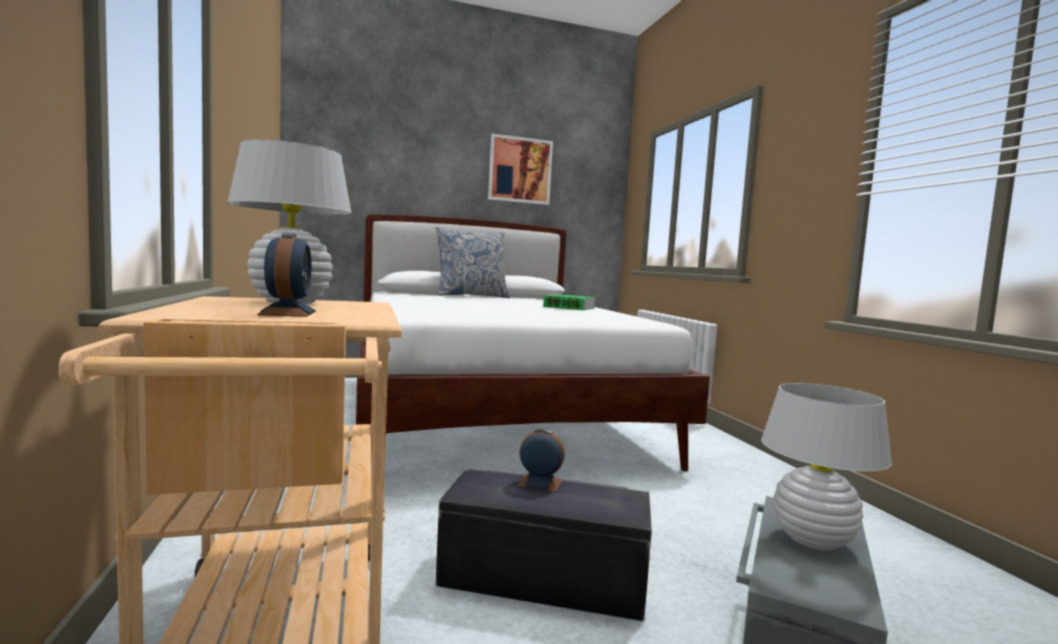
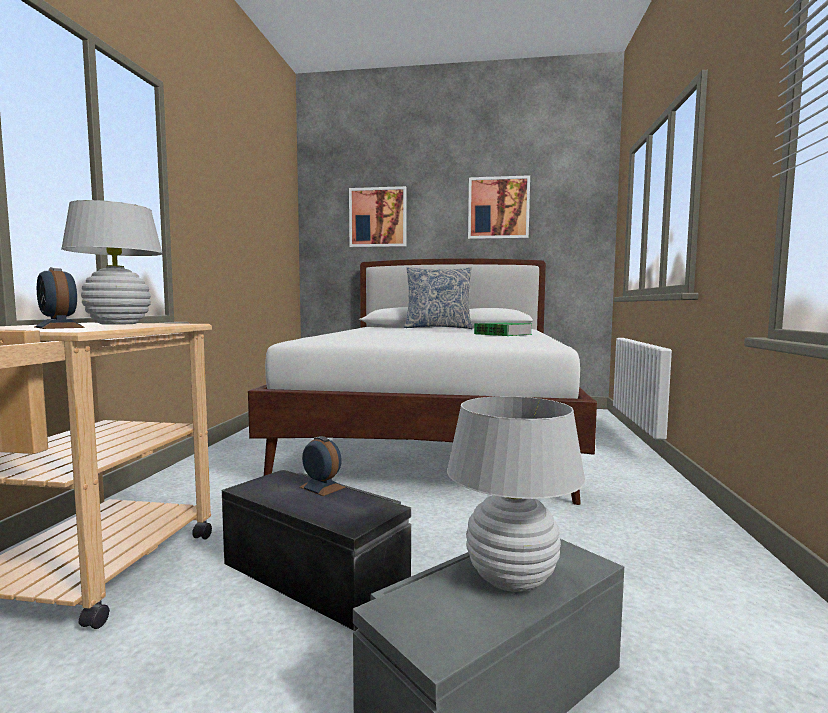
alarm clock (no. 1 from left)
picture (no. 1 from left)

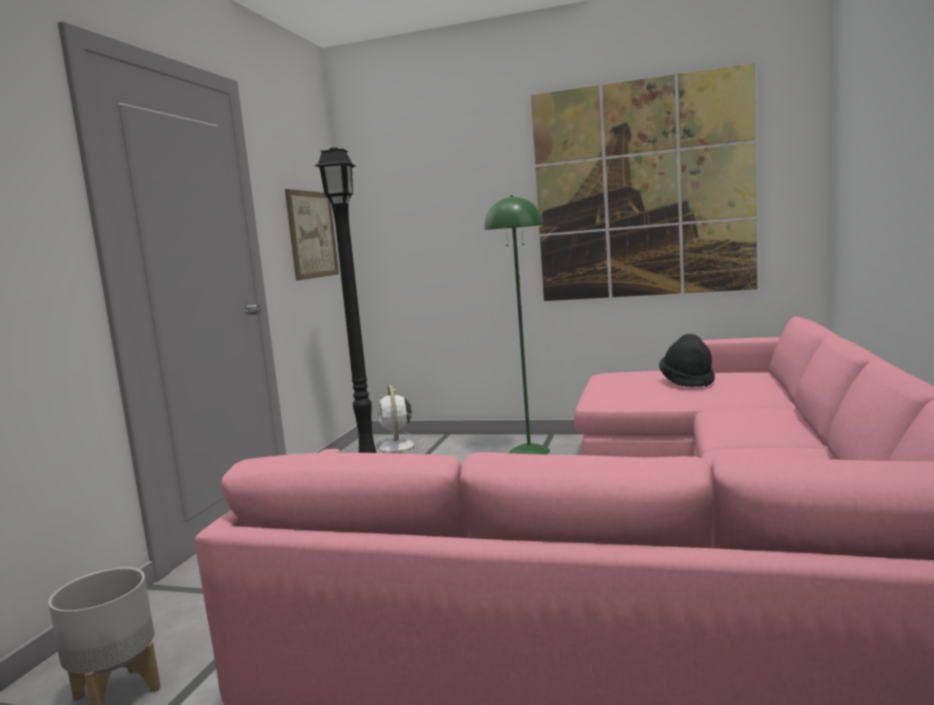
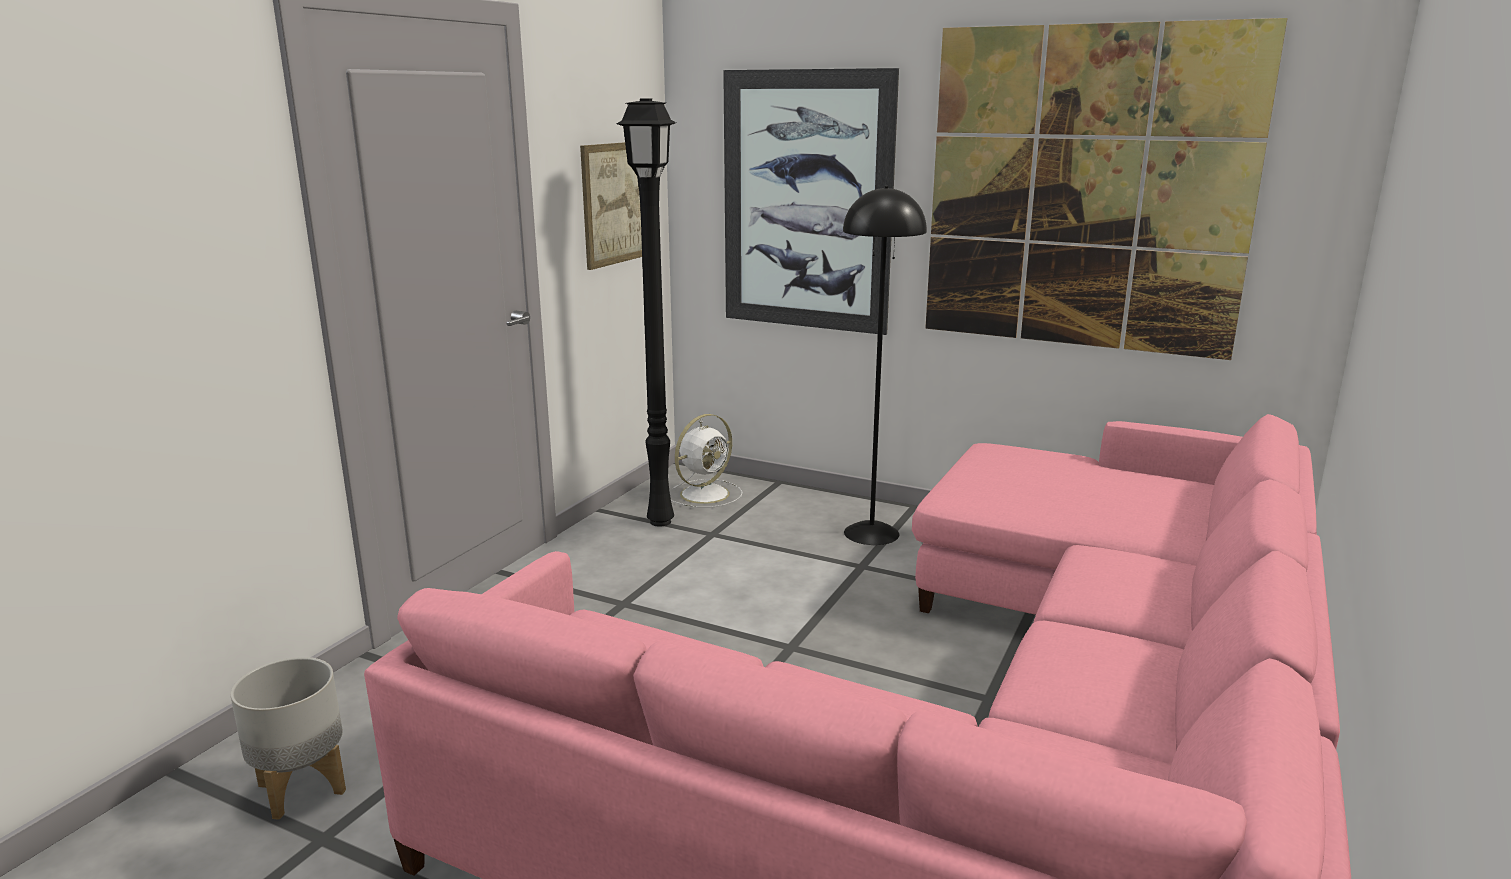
white fan
picture (no. 2 from left)
black floor lamp (no. 2 from left)
black hat

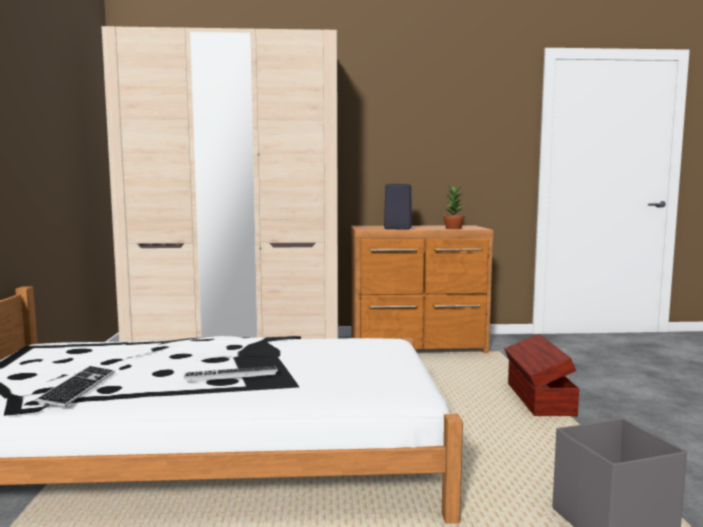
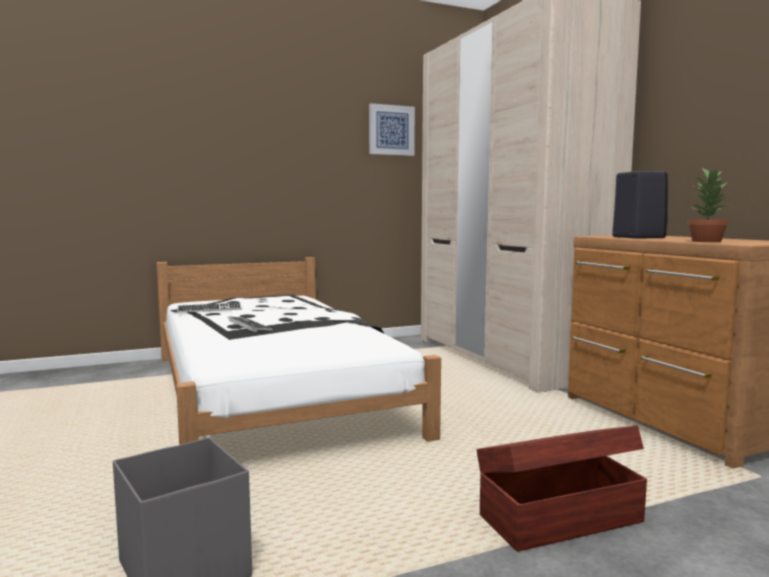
picture

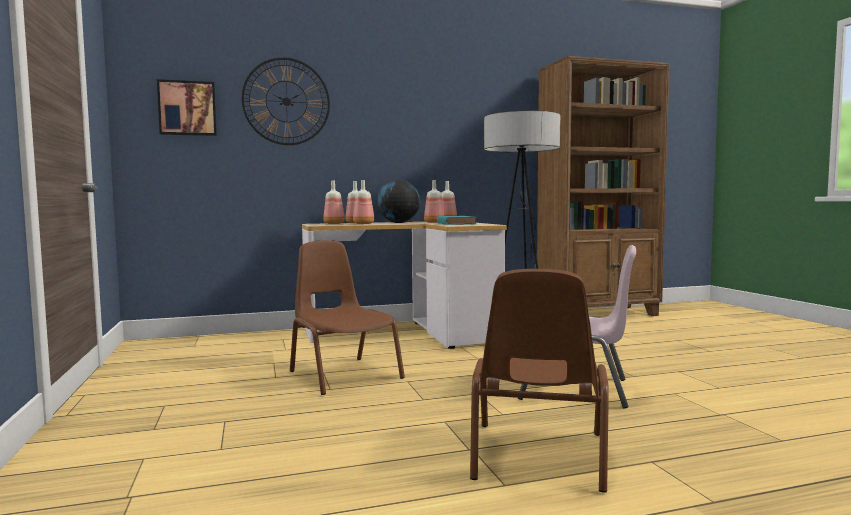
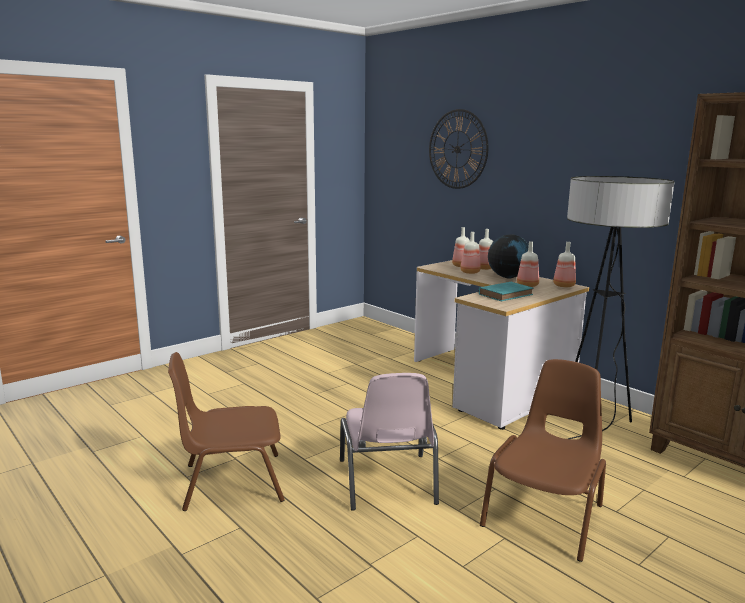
brown chair (no. 2 from left)
picture

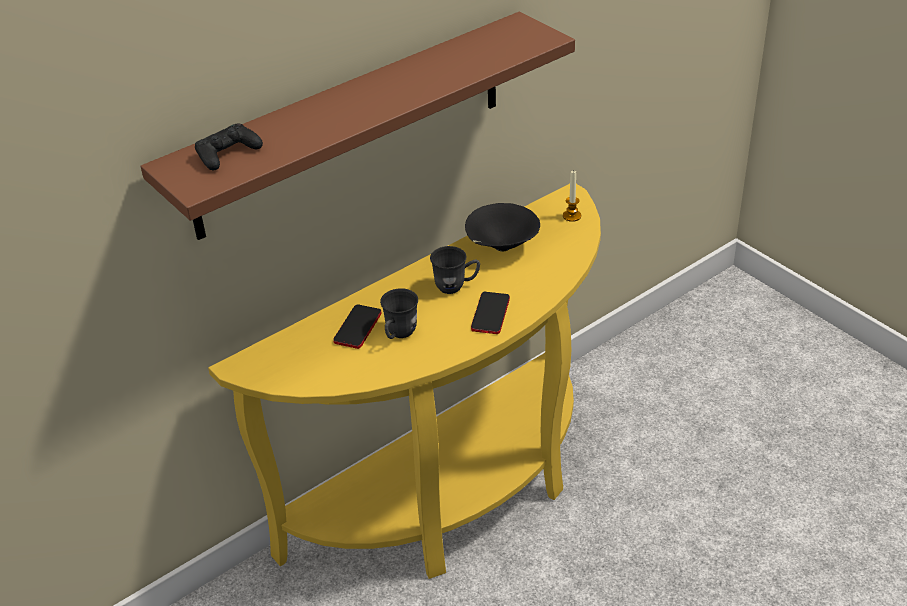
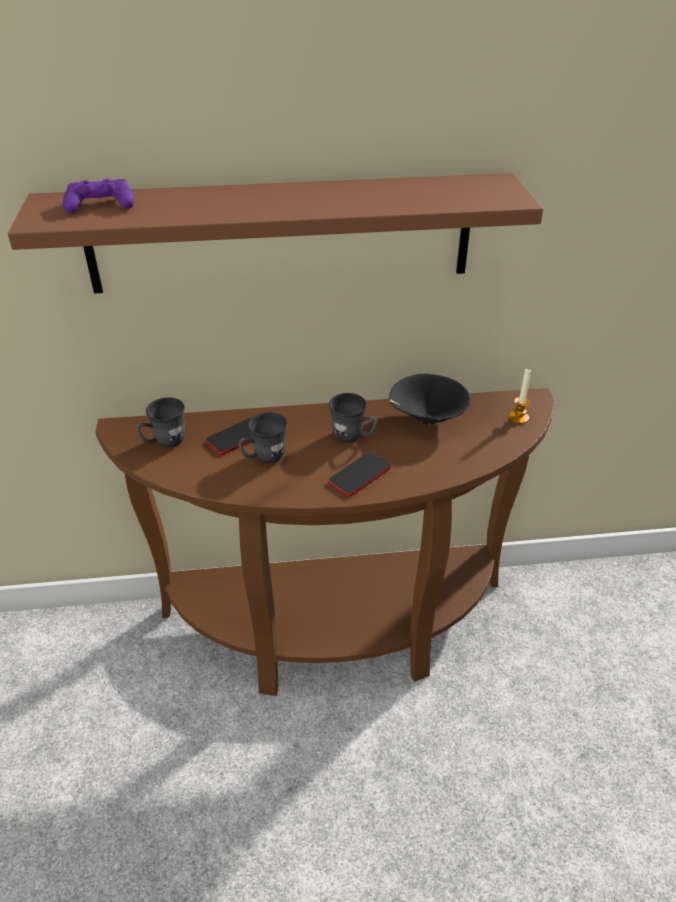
purple game controller
brown console table
grey mug (no. 1 from left)

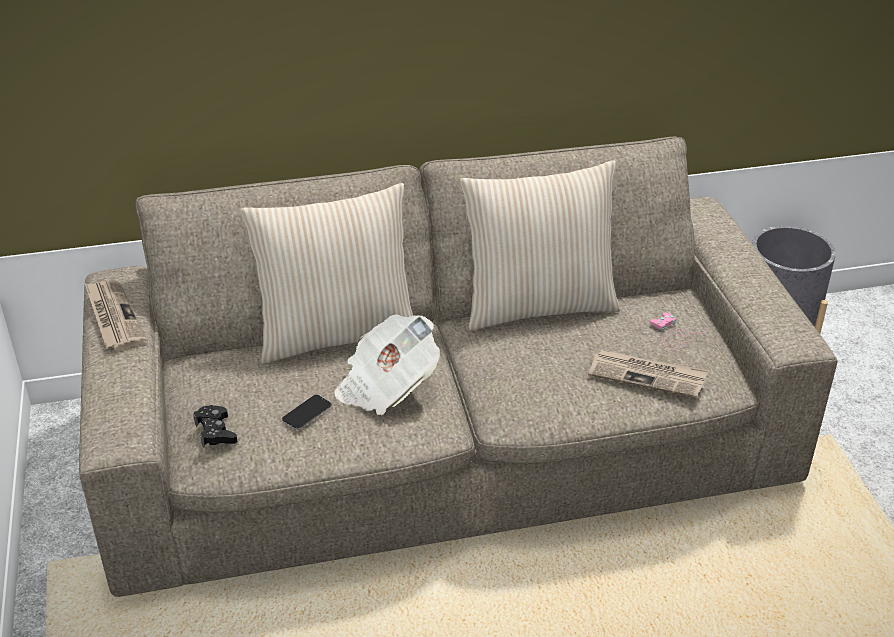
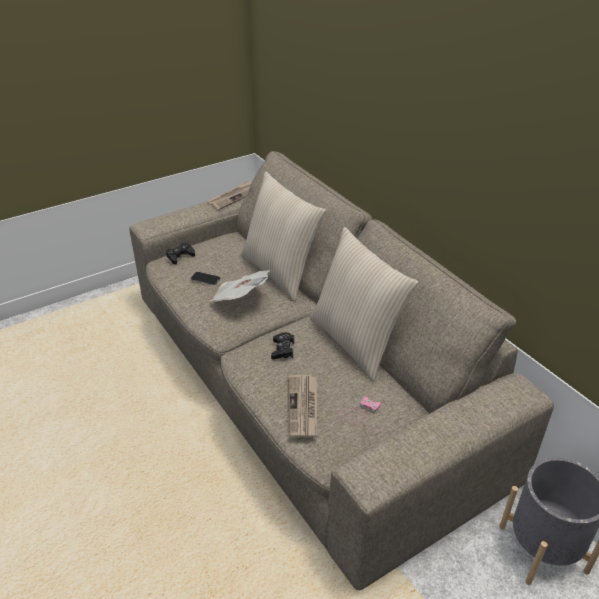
black game controller (no. 2 from left)

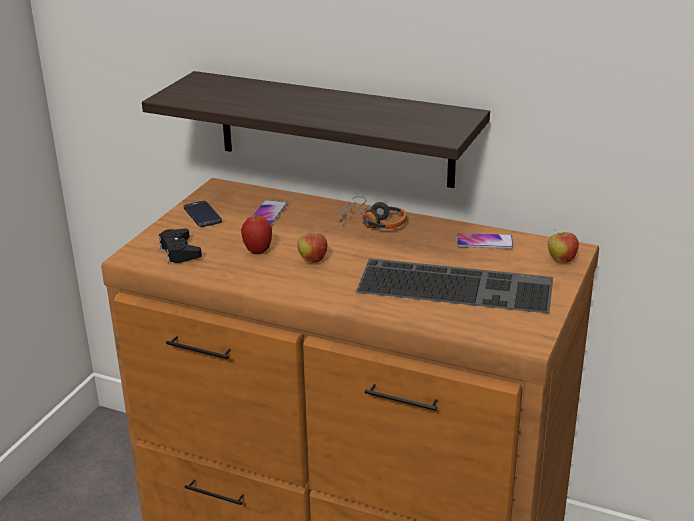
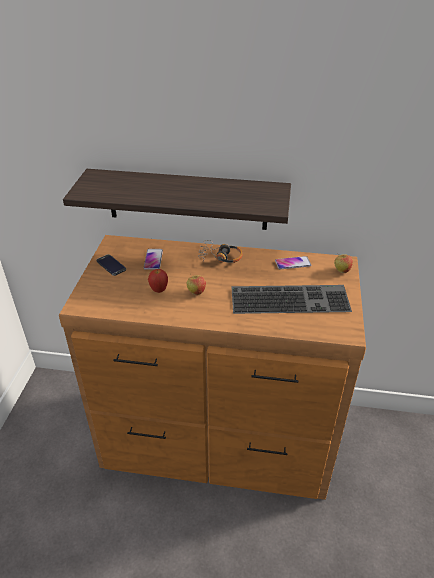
black game controller

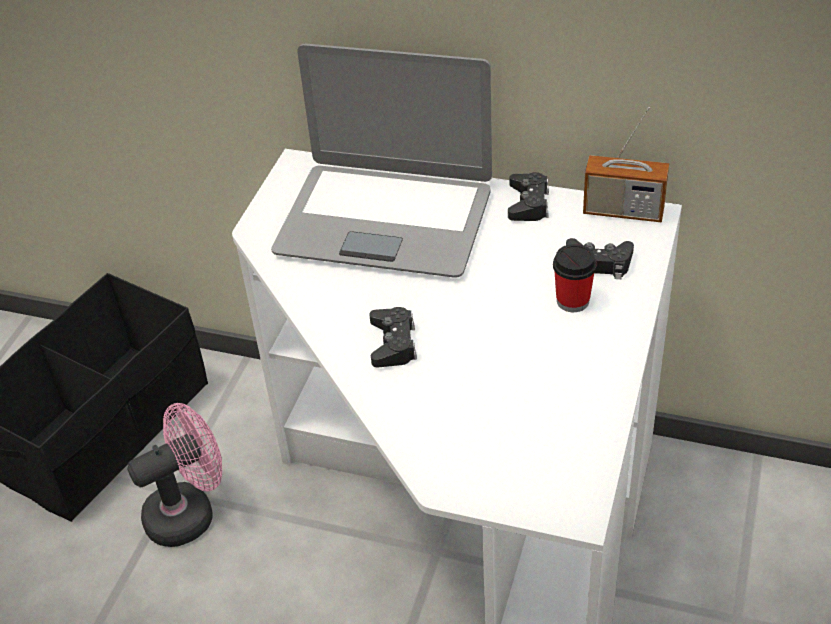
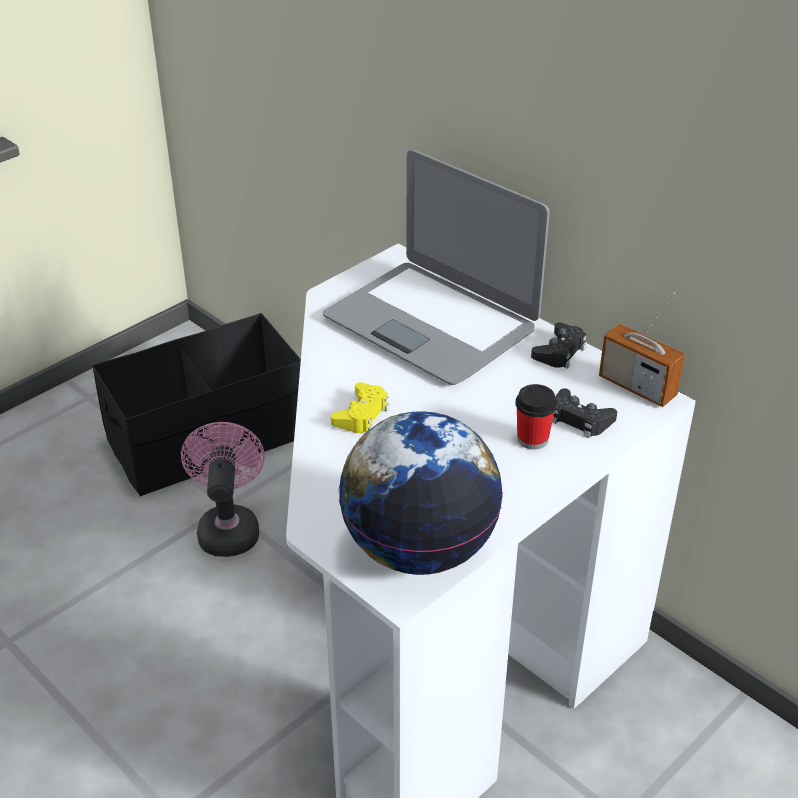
pink fan
yellow game controller
globe

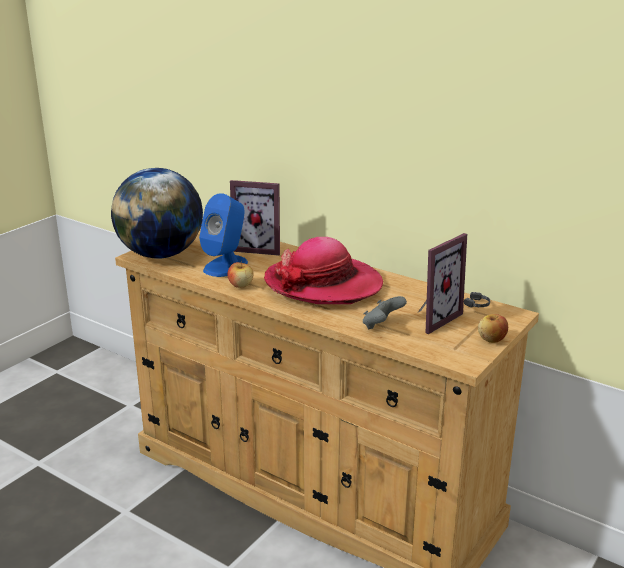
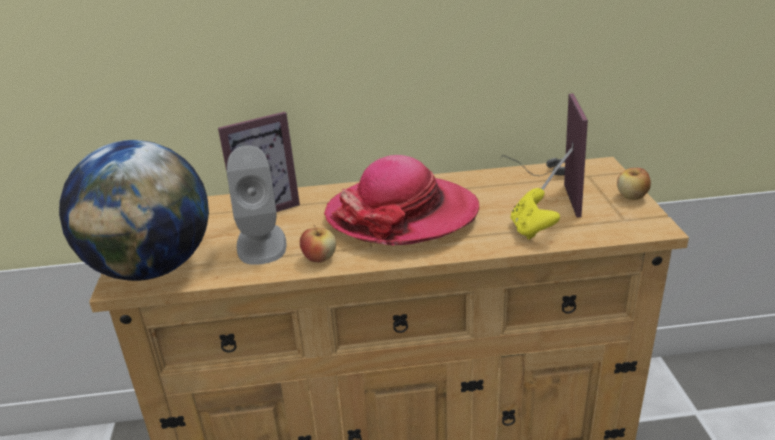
grey speaker
yellow game controller

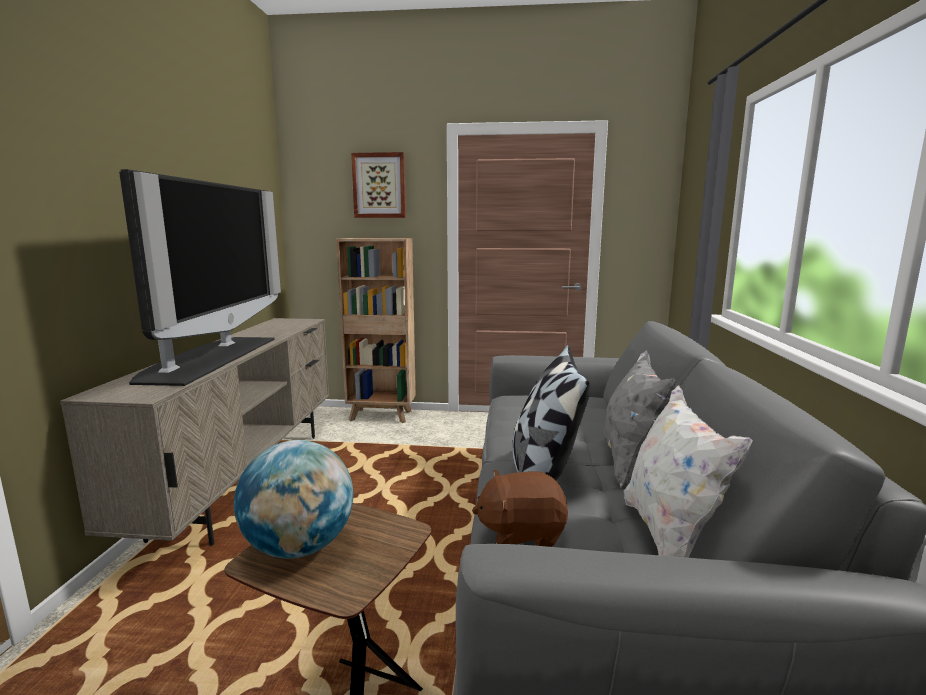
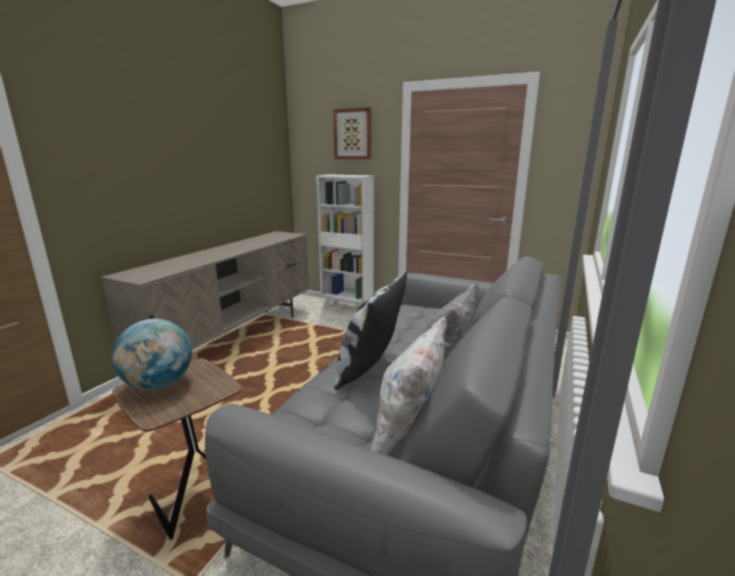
white bookcase
television
brown plush toy

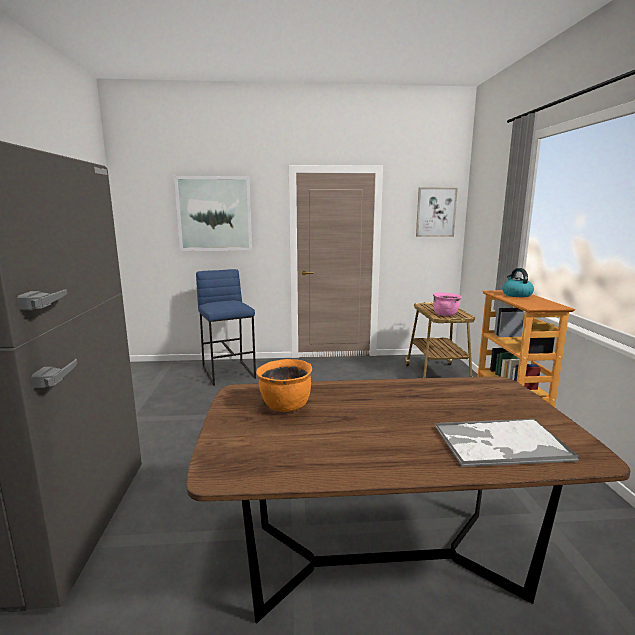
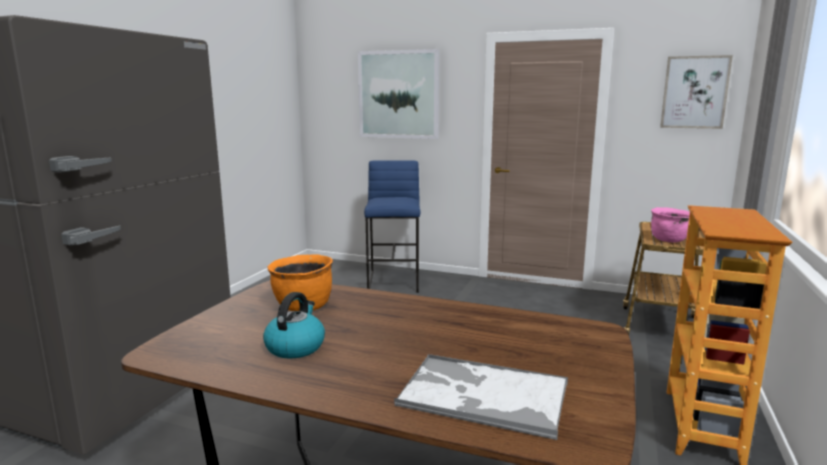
kettle

